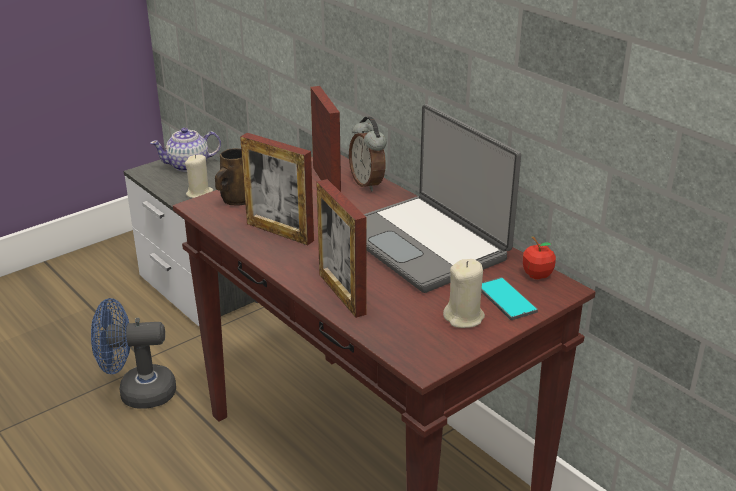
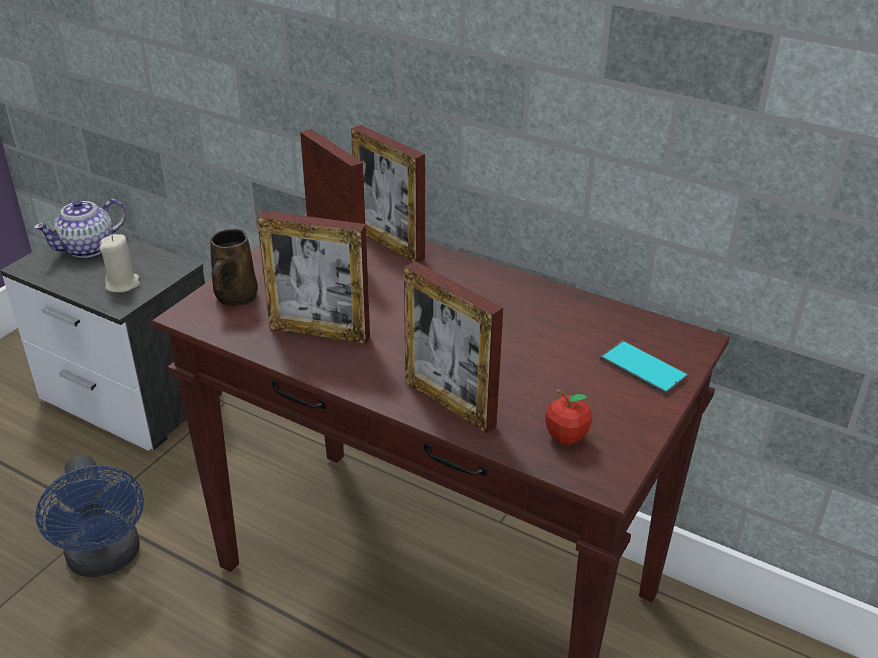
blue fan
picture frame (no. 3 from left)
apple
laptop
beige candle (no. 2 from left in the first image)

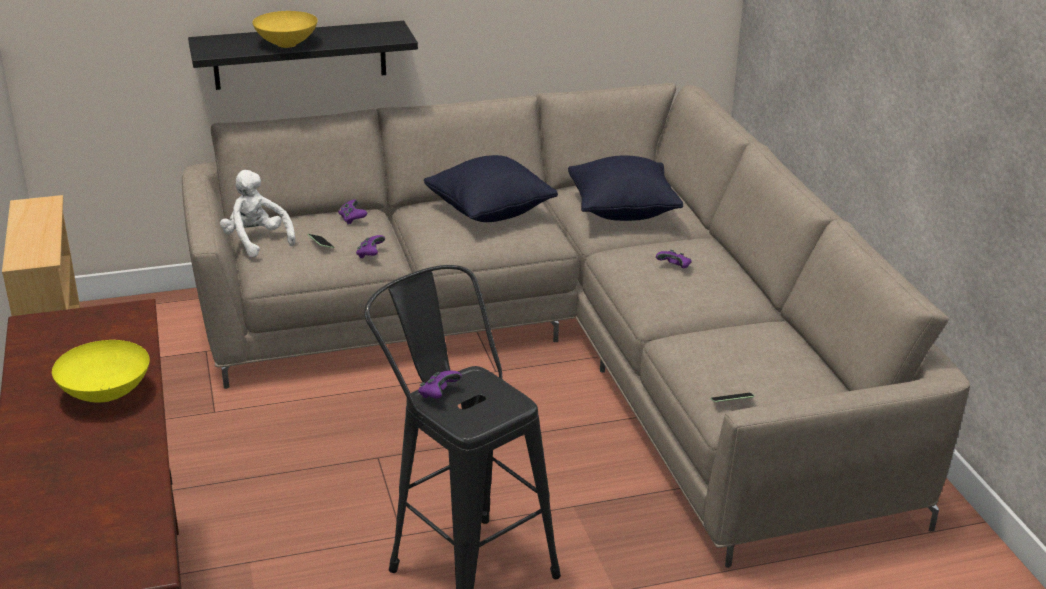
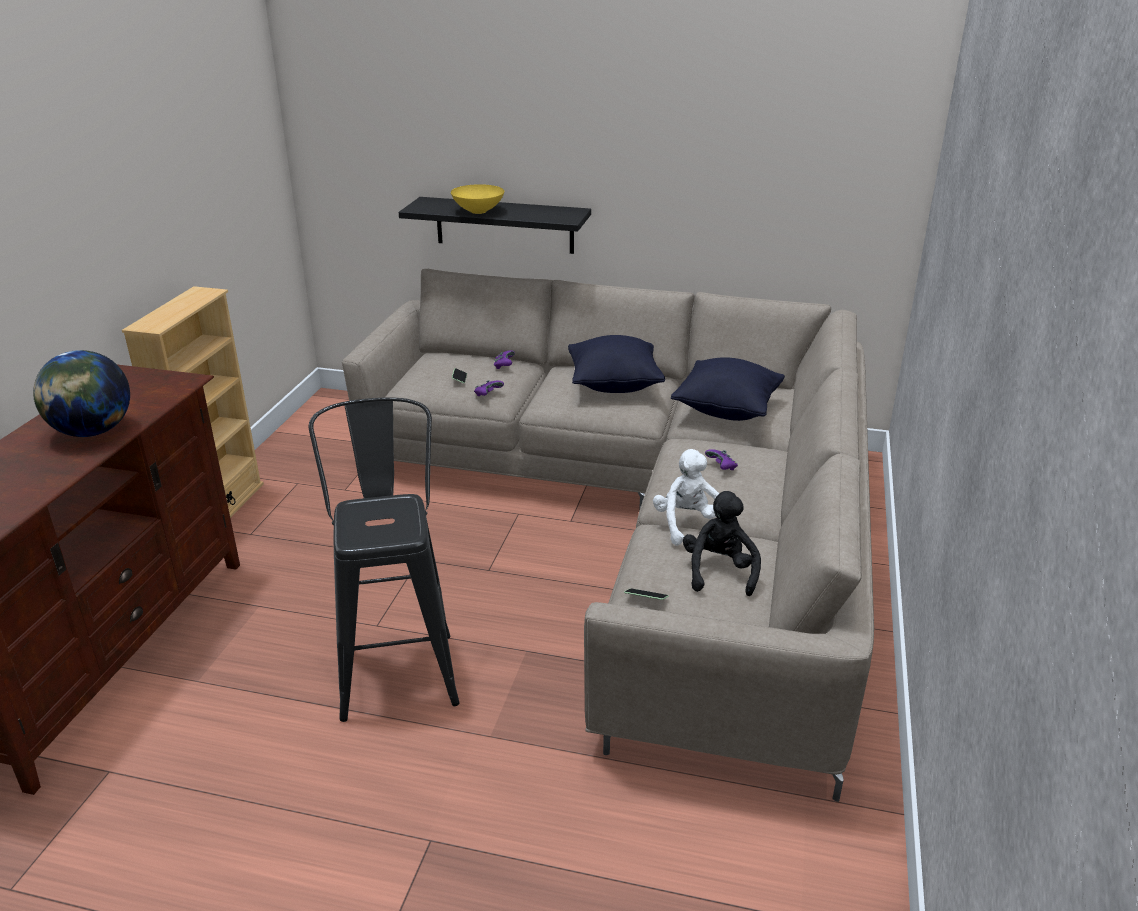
globe
white plush toy
black plush toy
purple game controller (no. 3 from left in the first image)

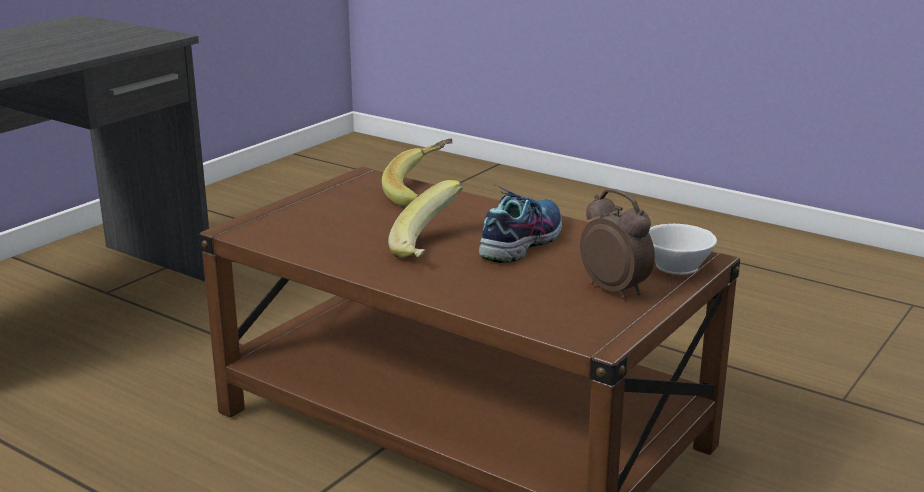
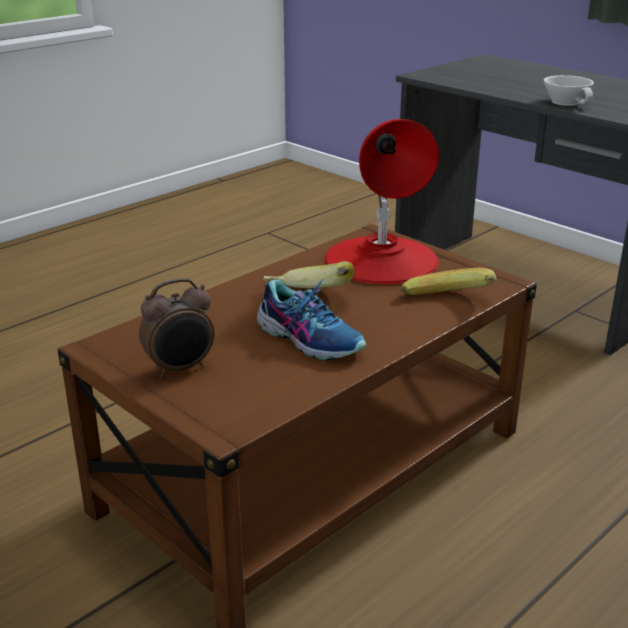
red table lamp
white cup

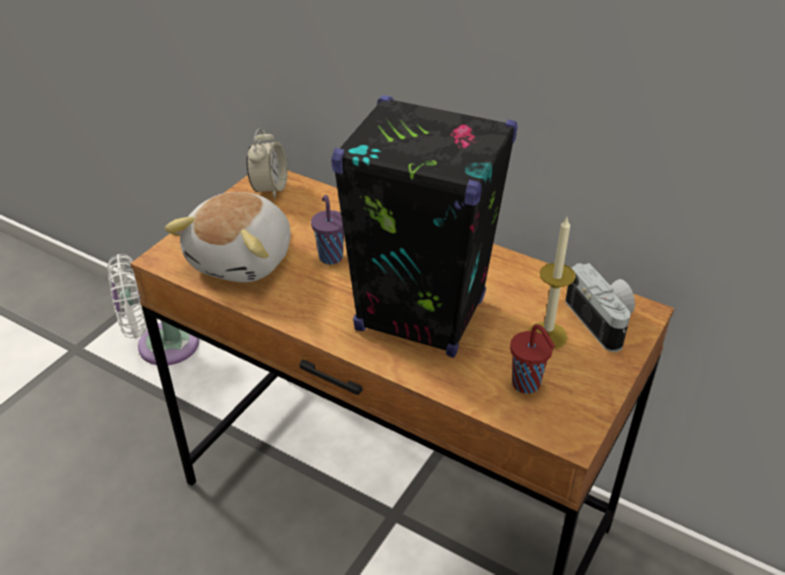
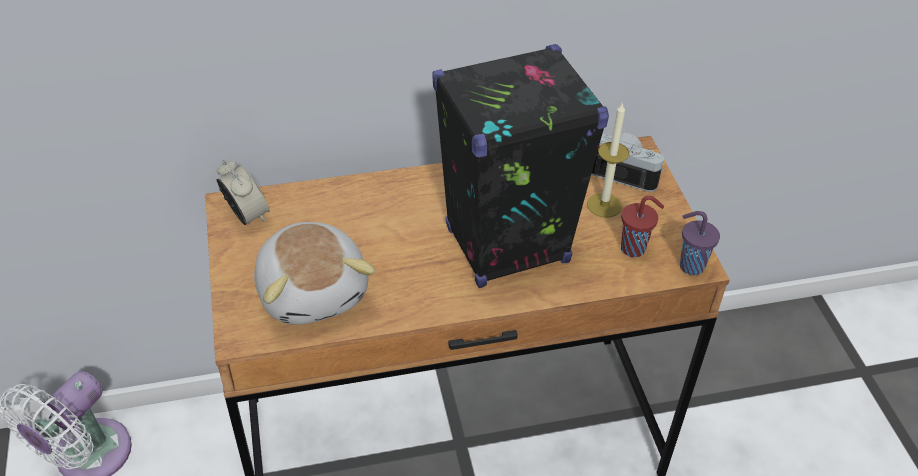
purple cup

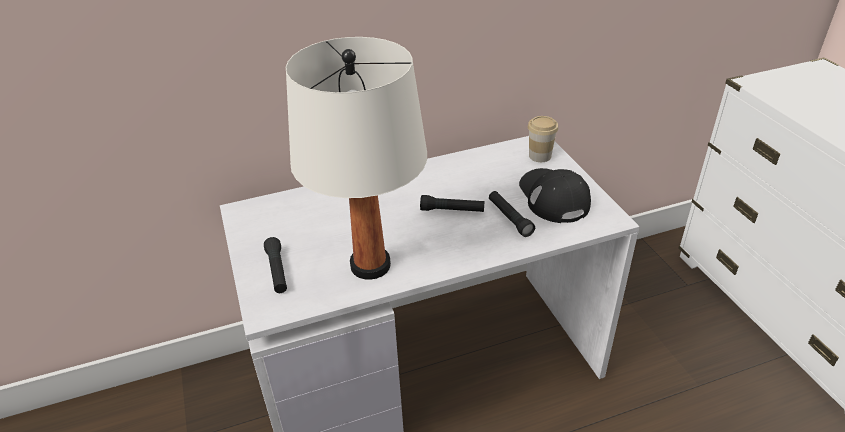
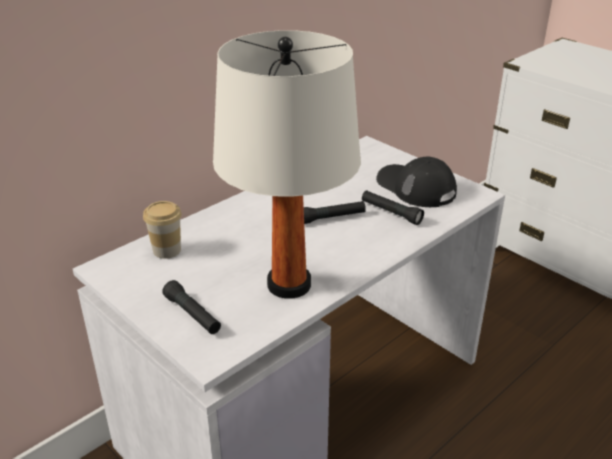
cup

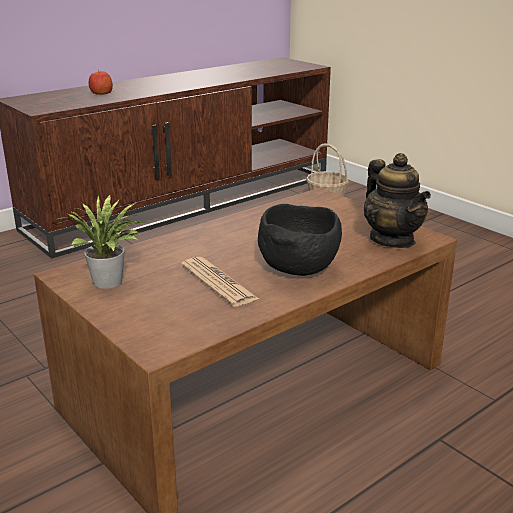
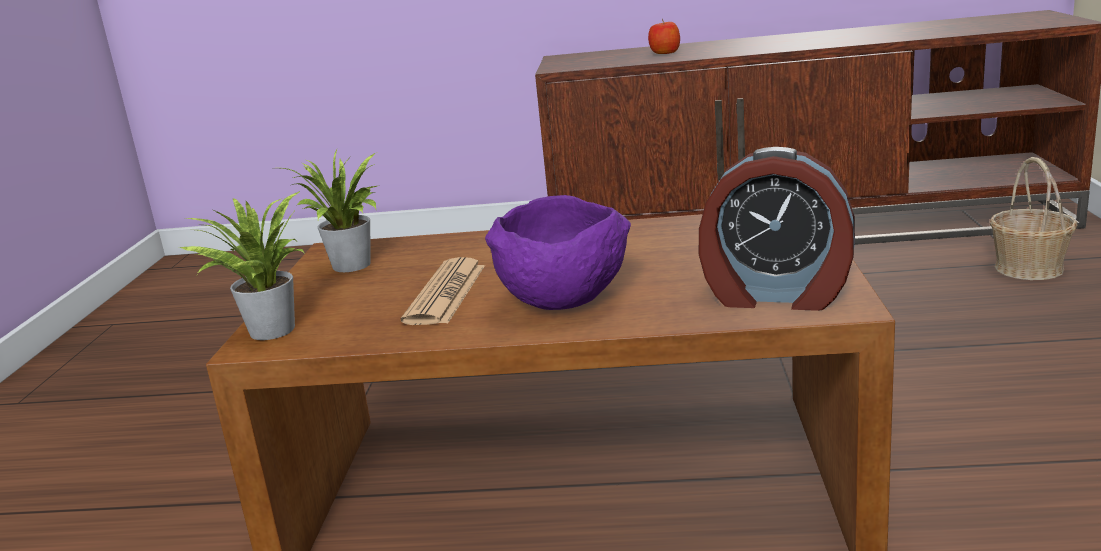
potted plant (no. 1 from left)
purple bowl
alarm clock

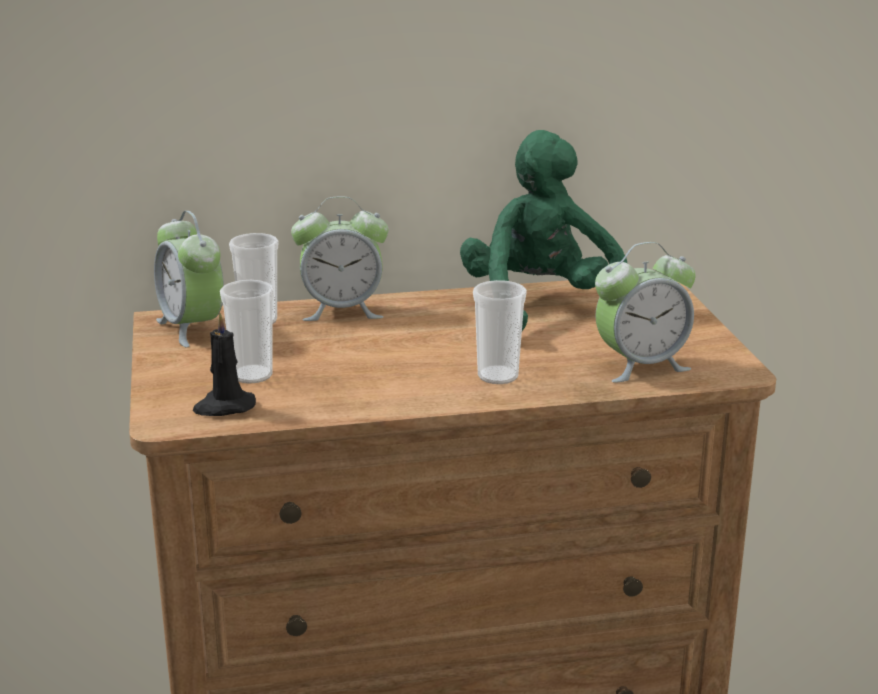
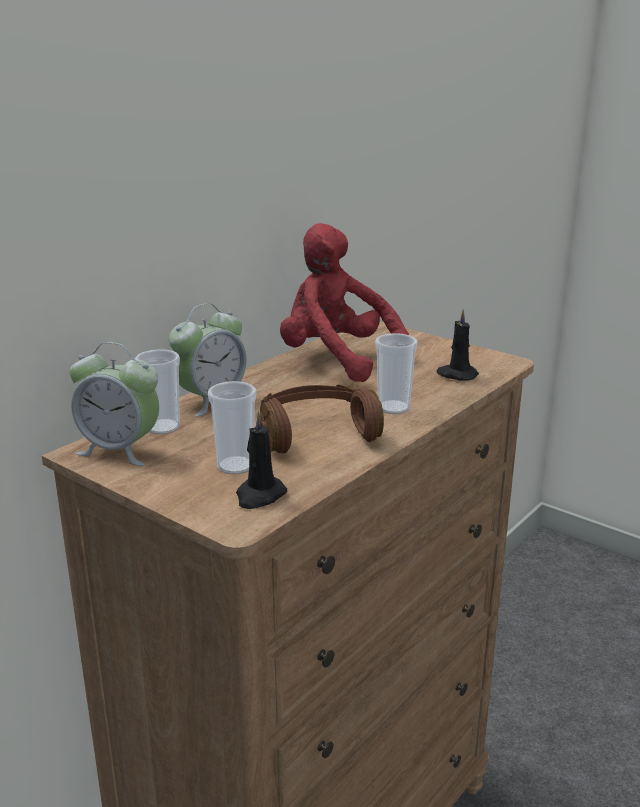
brown headphones
red plush toy
black candle (no. 2 from left)

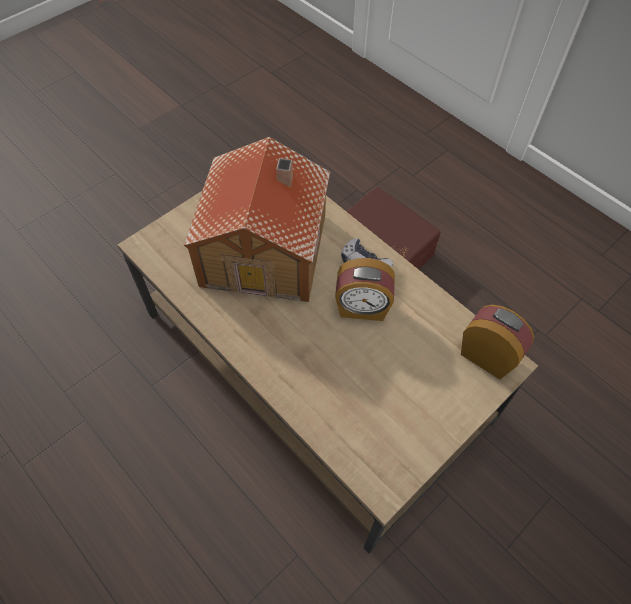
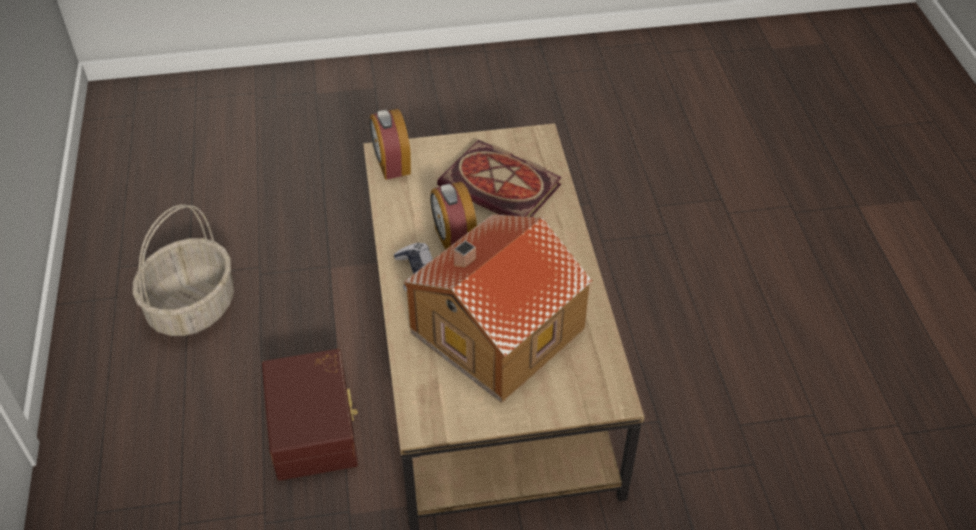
basket
alarm clock (no. 2 from left)
book

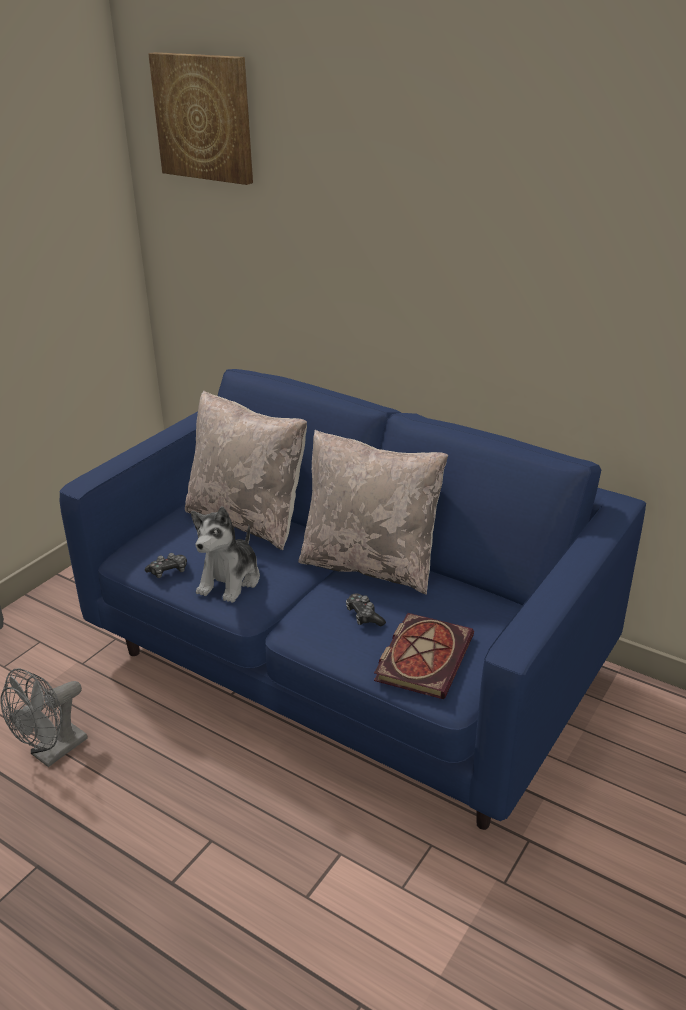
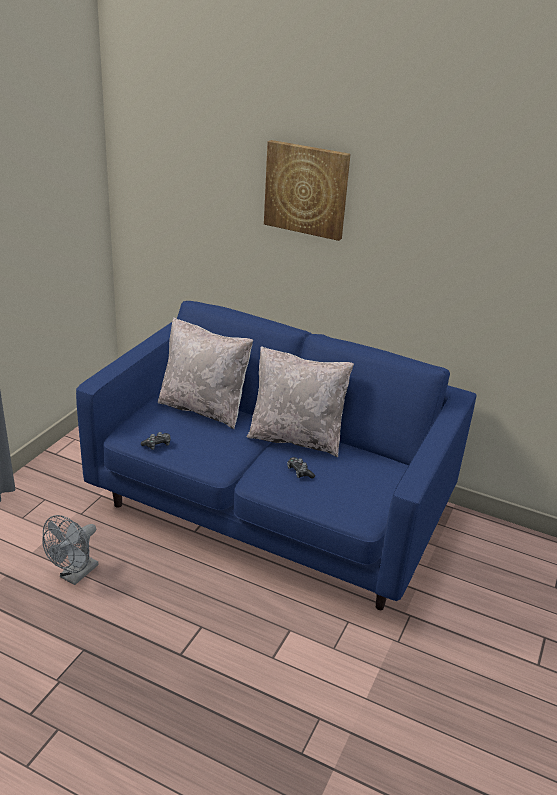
picture
plush toy
book

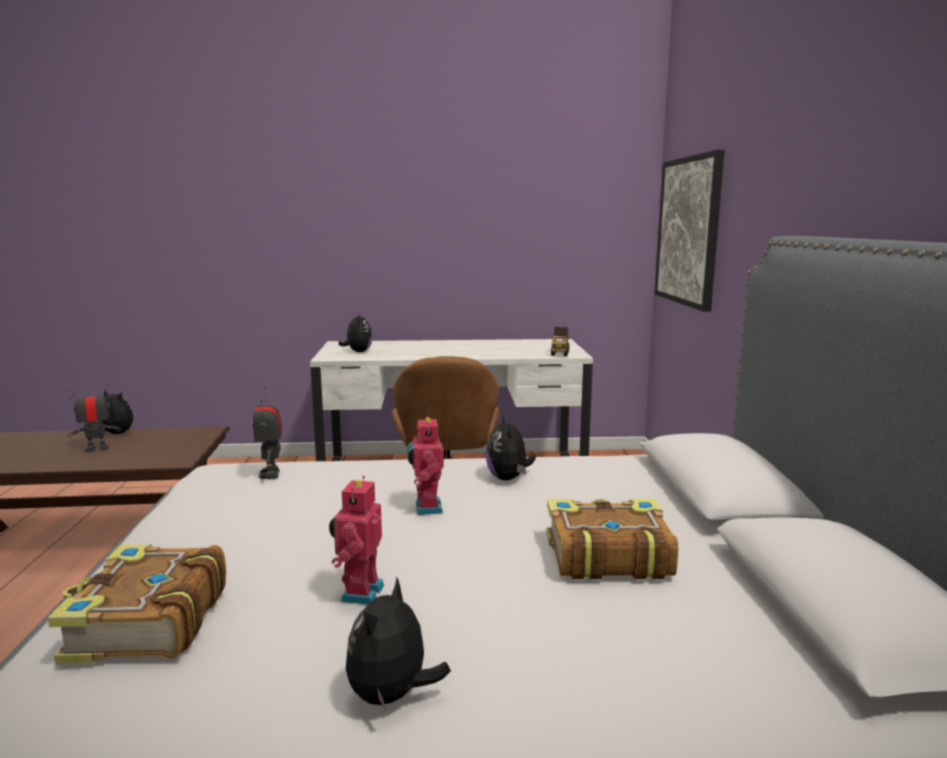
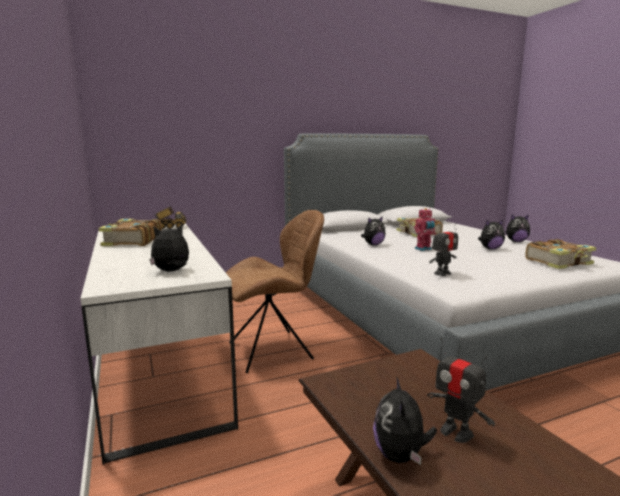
book (no. 1 from left)
plush toy (no. 4 from left)
picture

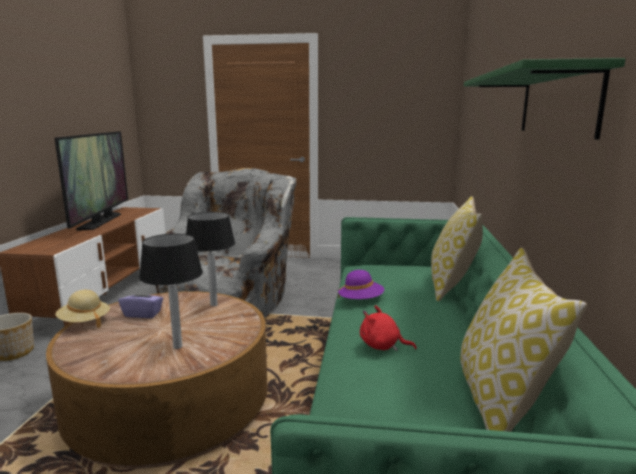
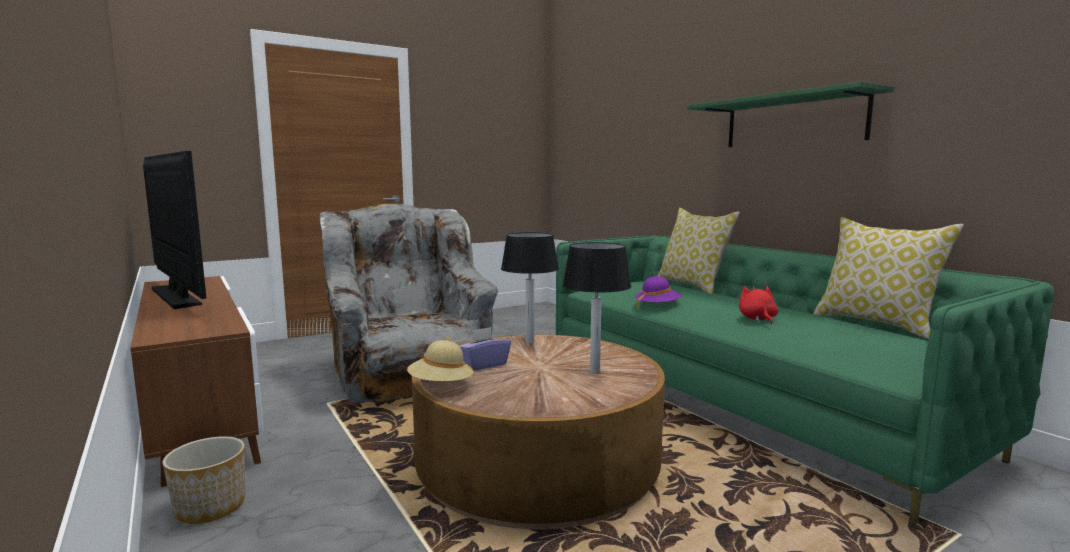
red plush toy

